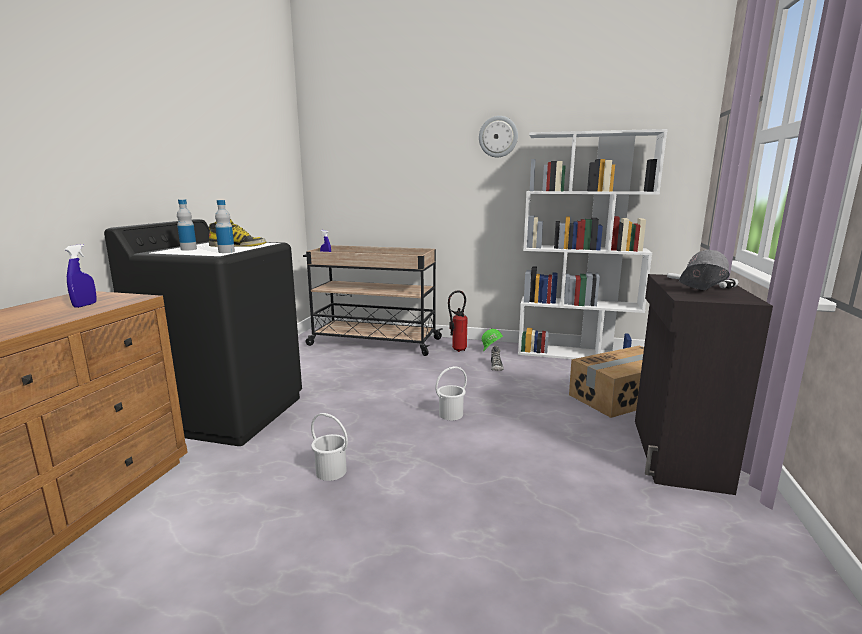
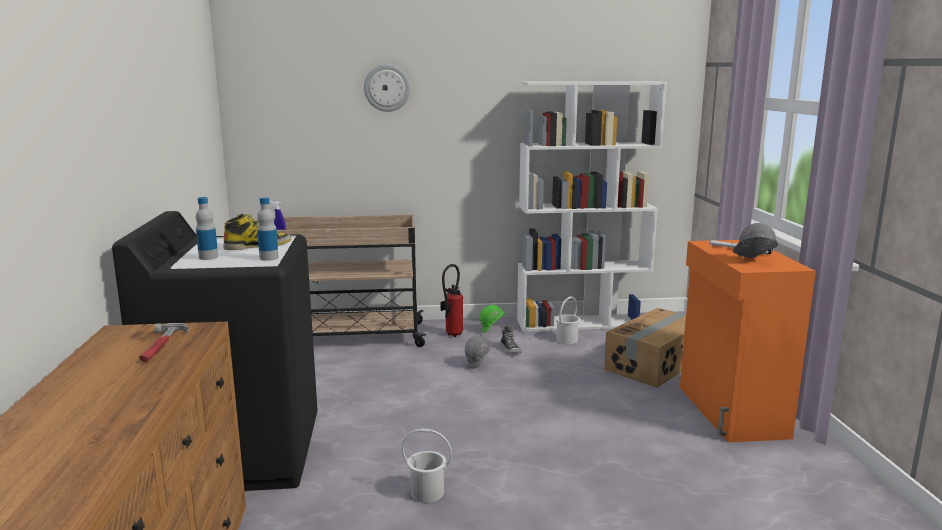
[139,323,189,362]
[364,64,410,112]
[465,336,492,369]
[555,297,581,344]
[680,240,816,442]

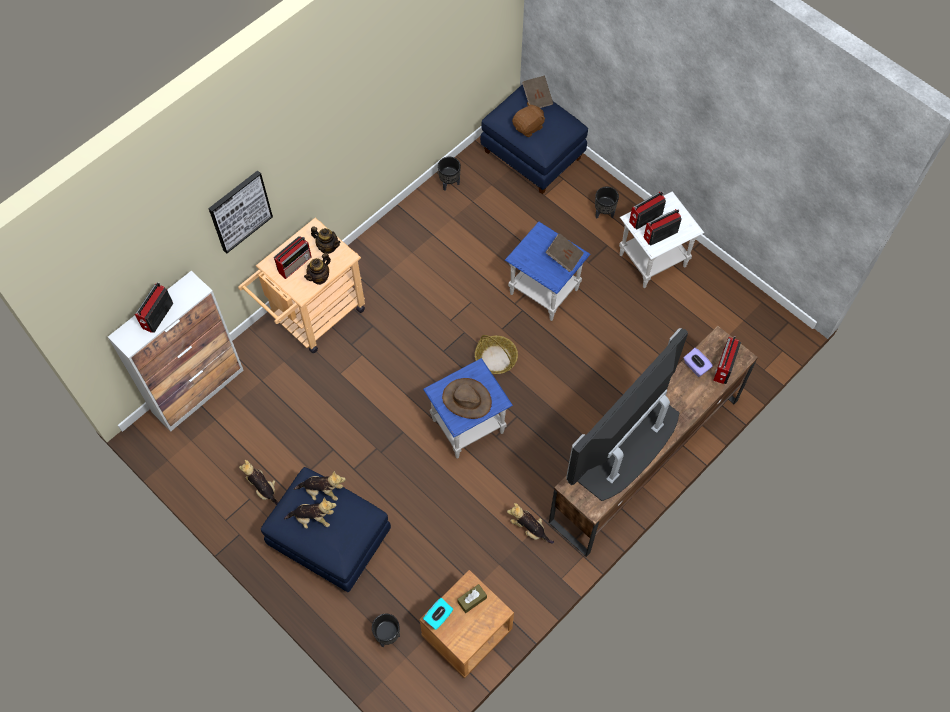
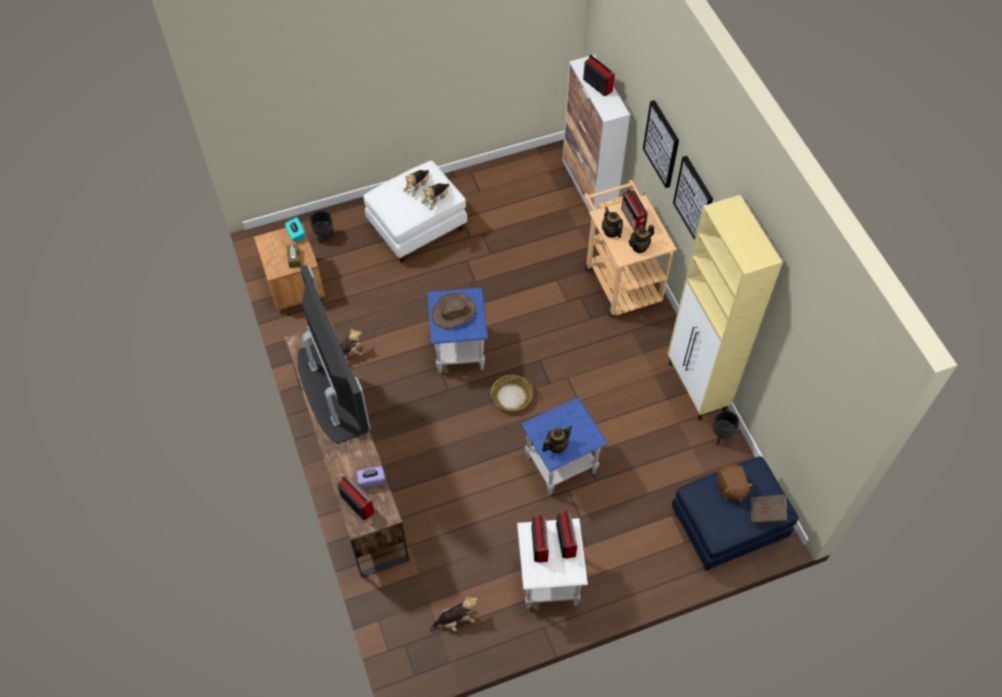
[363,160,467,263]
[430,595,478,632]
[542,426,572,453]
[668,195,783,421]
[673,156,713,240]
[595,187,619,219] (first image)

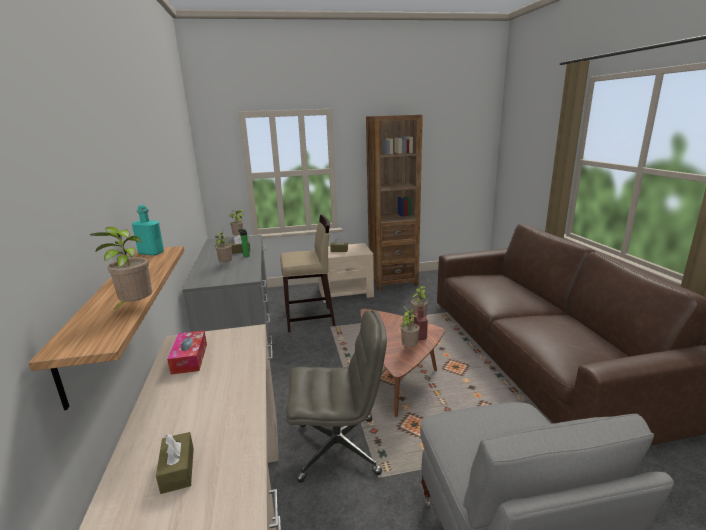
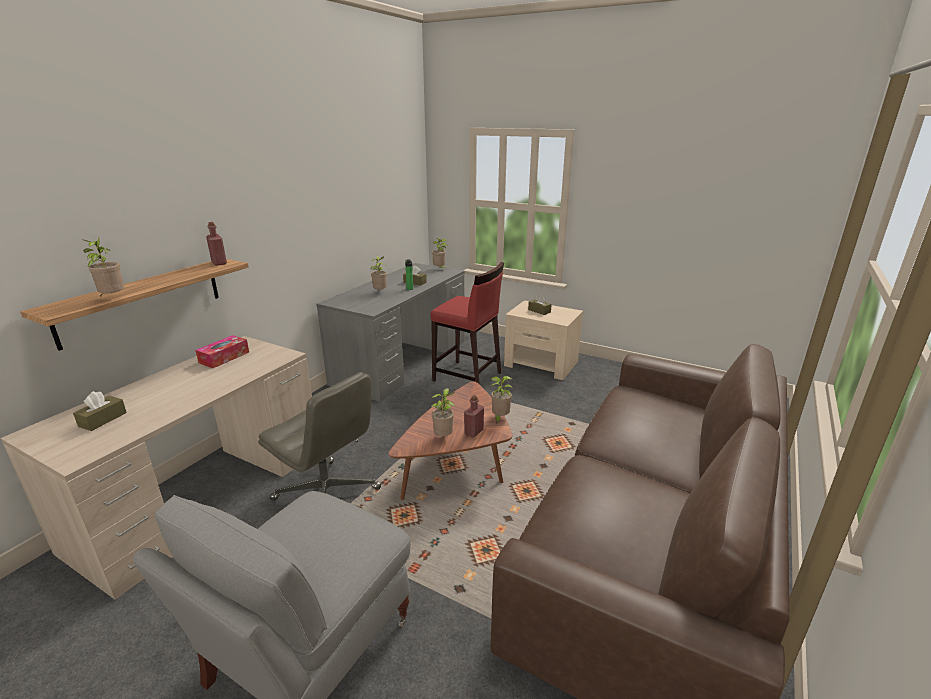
[206,222,227,266]
[430,262,504,385]
[366,115,423,290] (first image)

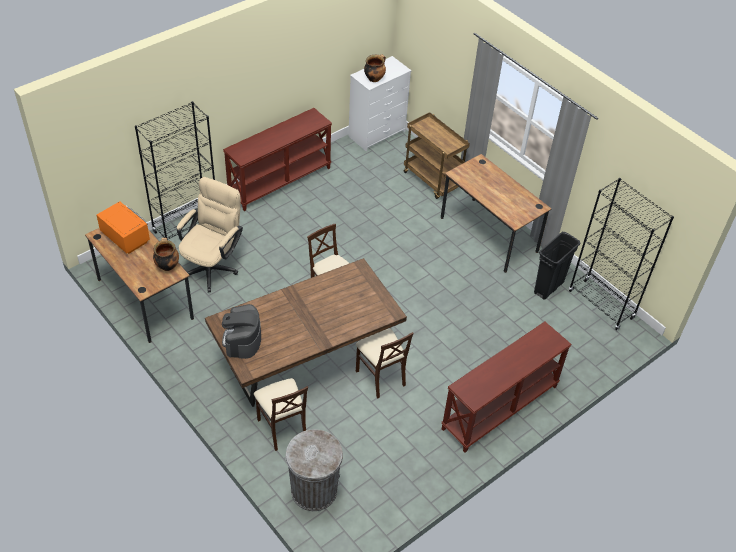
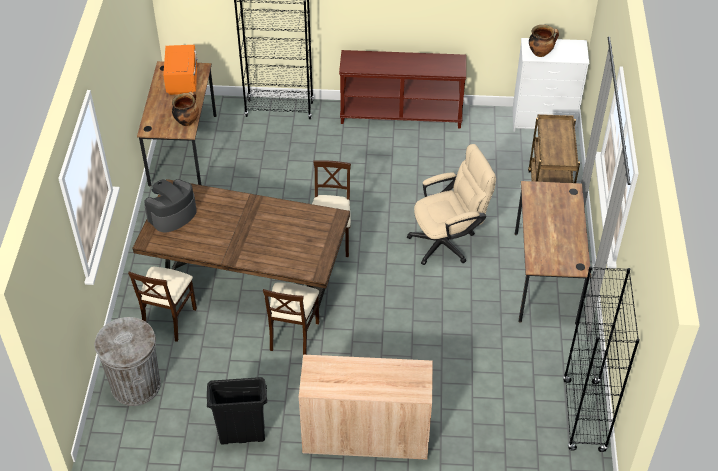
[207,377,267,445]
[299,355,433,460]
[407,144,496,265]

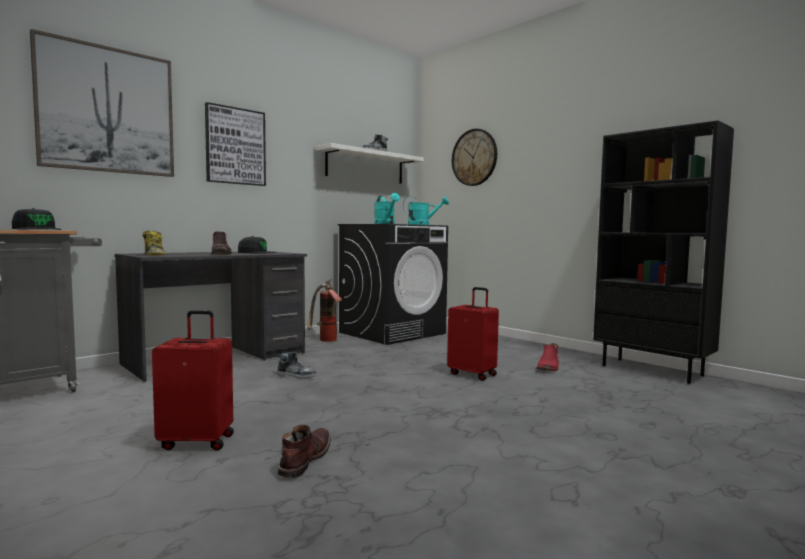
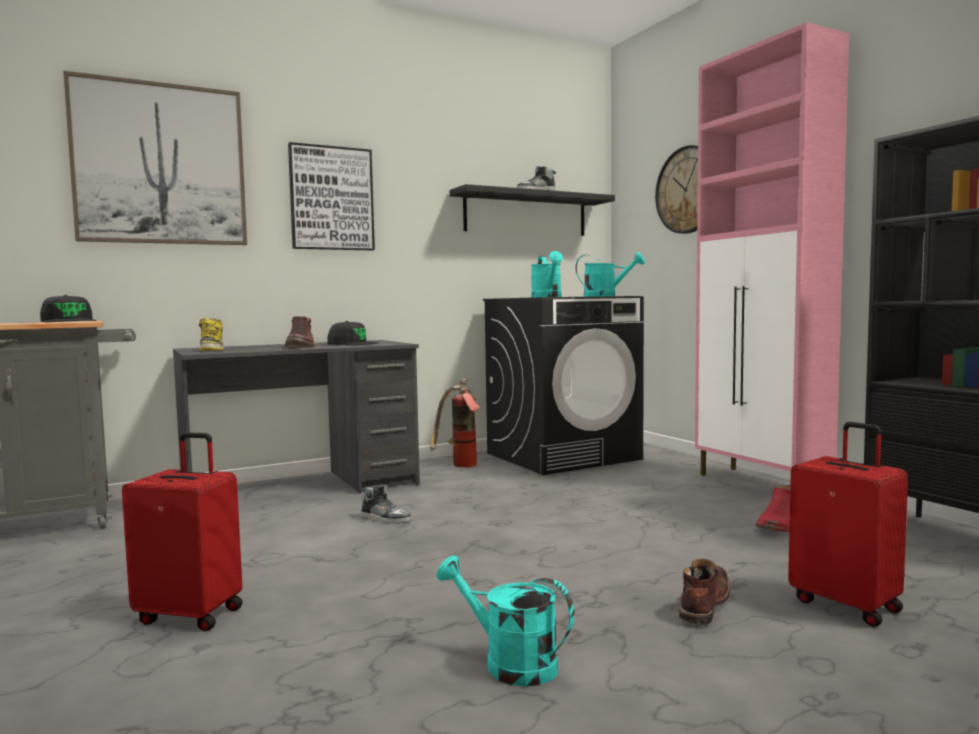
[437,556,574,687]
[449,184,615,236]
[679,559,730,625]
[695,22,849,476]
[788,422,908,627]

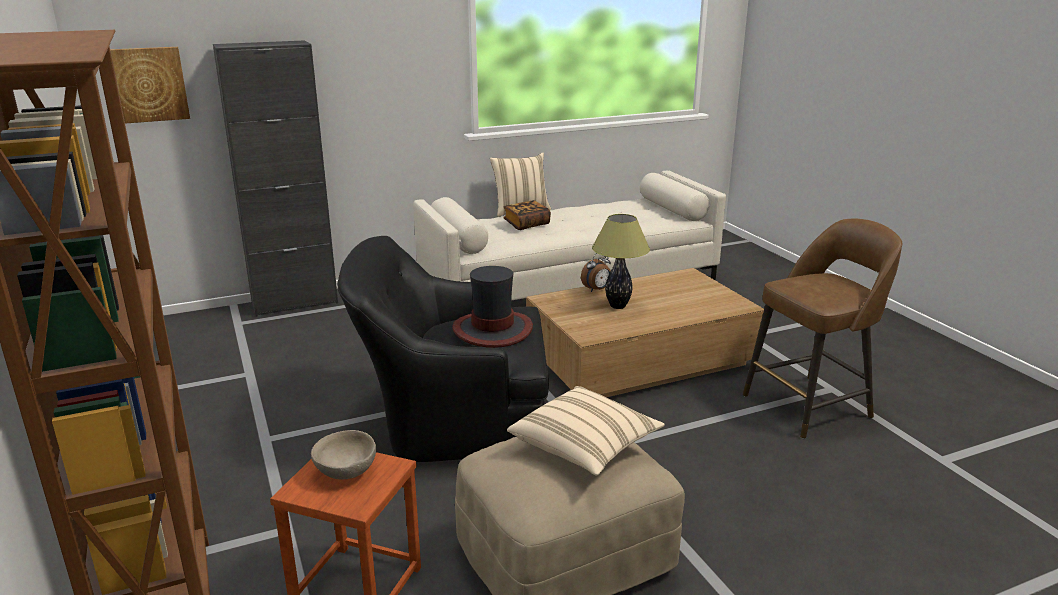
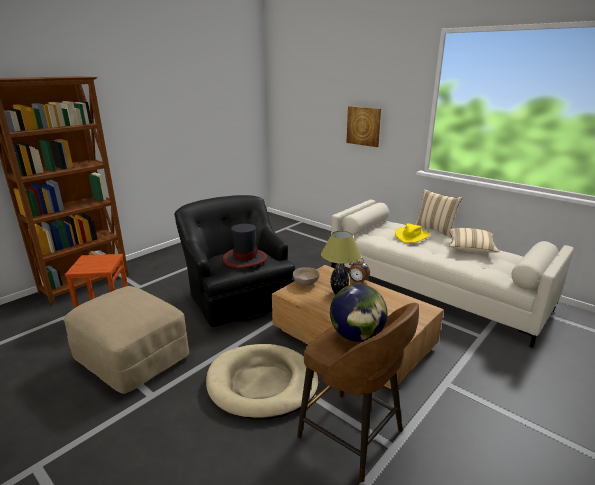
[206,344,319,419]
[293,267,319,286]
[330,284,387,342]
[347,106,381,147]
[395,223,429,243]
[448,228,500,253]
[213,40,338,316] (first image)

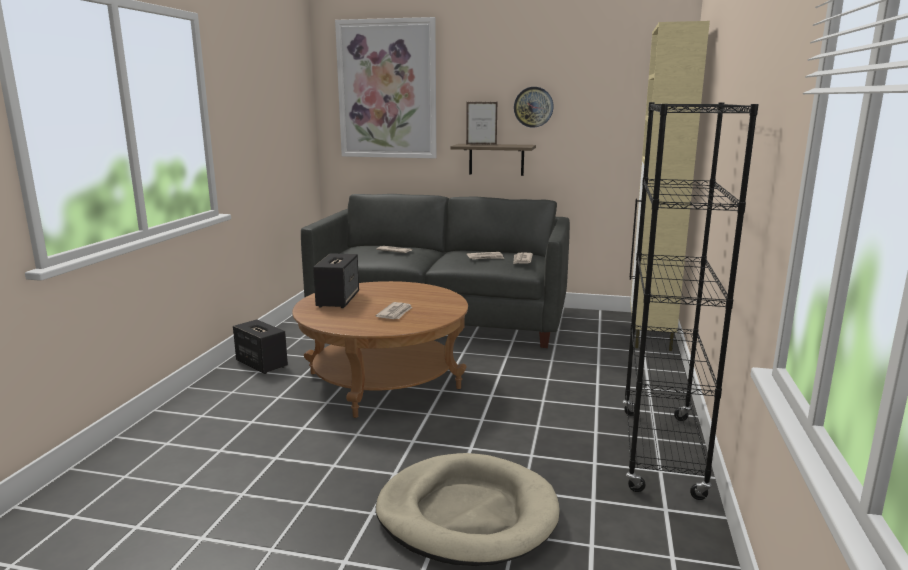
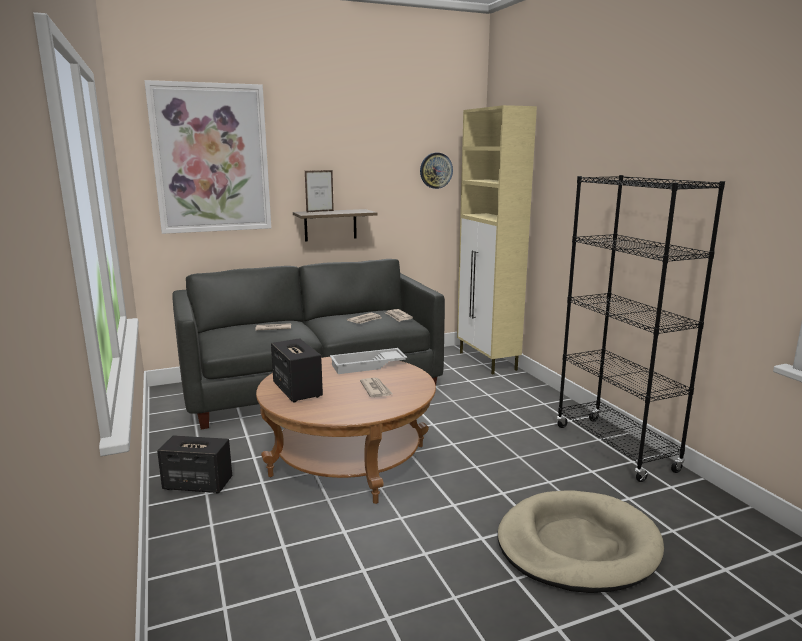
[330,348,407,374]
[420,153,453,189]

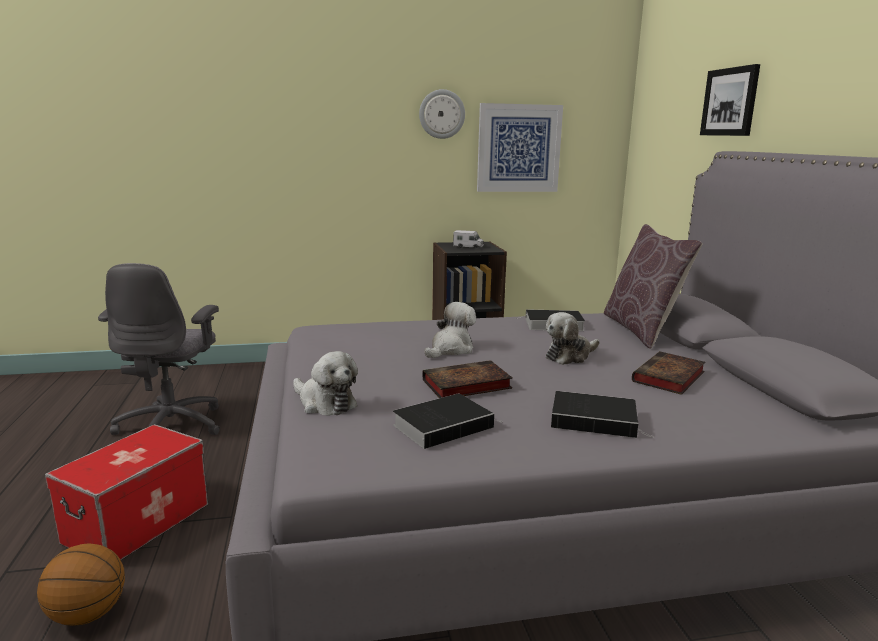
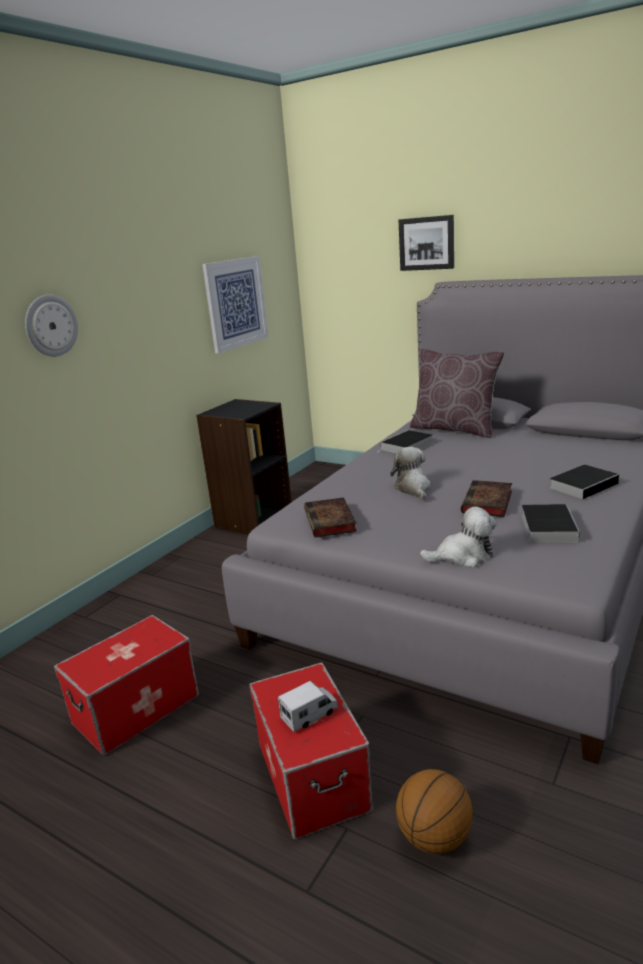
[25,295,78,357]
[54,615,199,756]
[278,681,338,733]
[304,497,357,538]
[546,312,599,365] (first image)

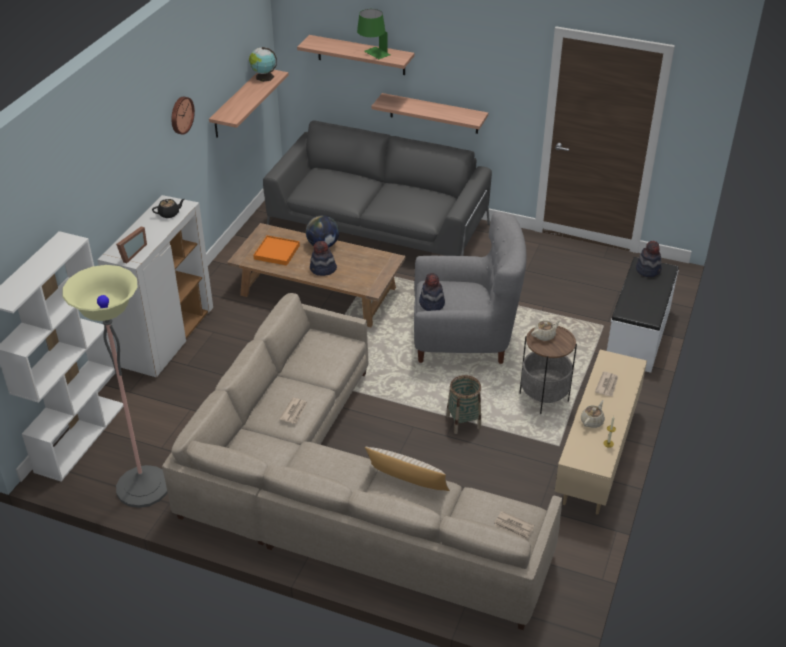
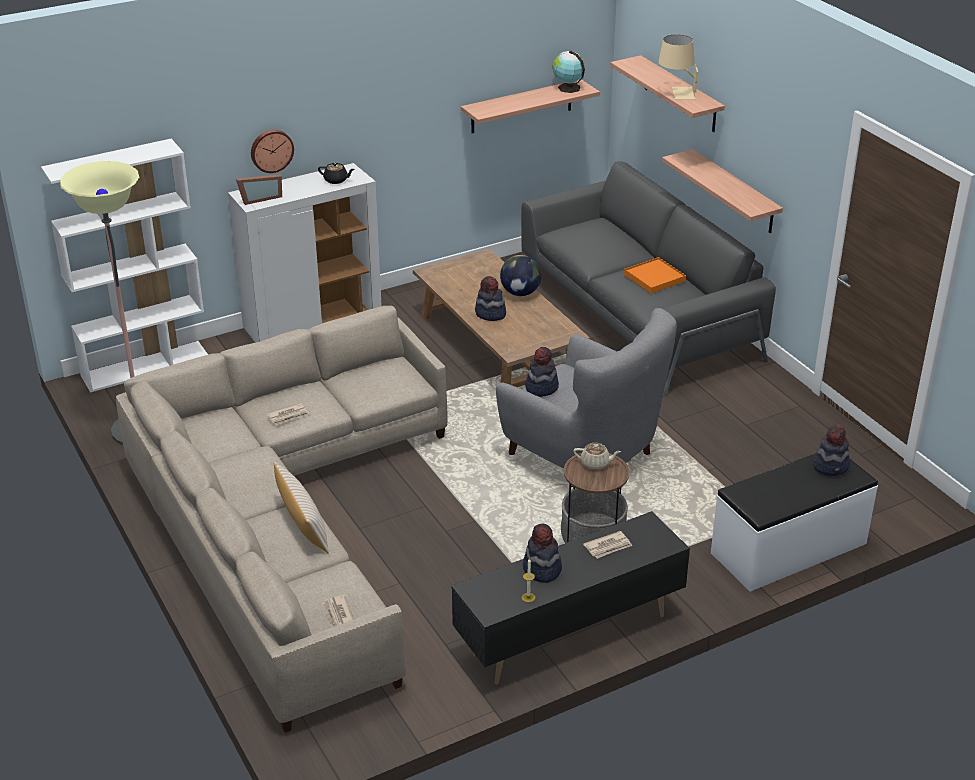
[251,130,294,173]
[451,511,690,684]
[523,524,562,583]
[624,257,686,293]
[658,34,698,100]
[446,375,481,434] (first image)

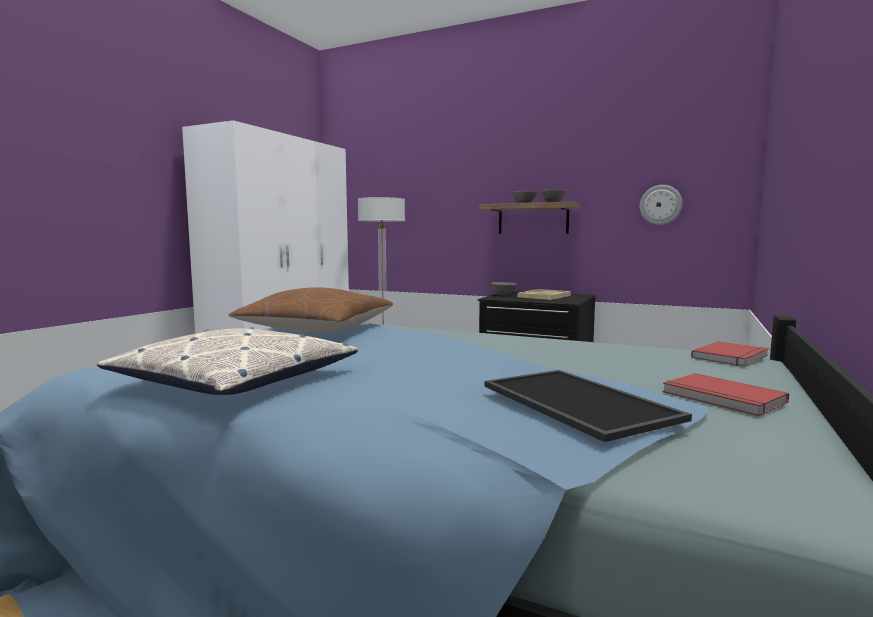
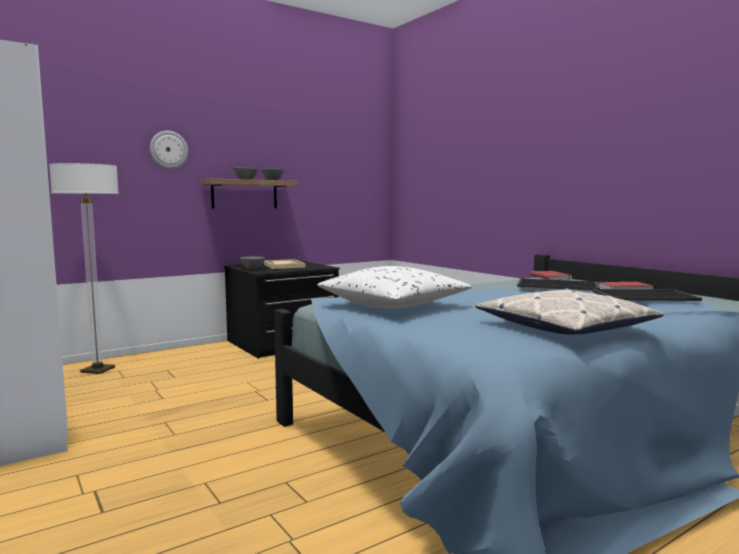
[150,131,188,169]
[317,266,471,308]
[517,278,600,291]

